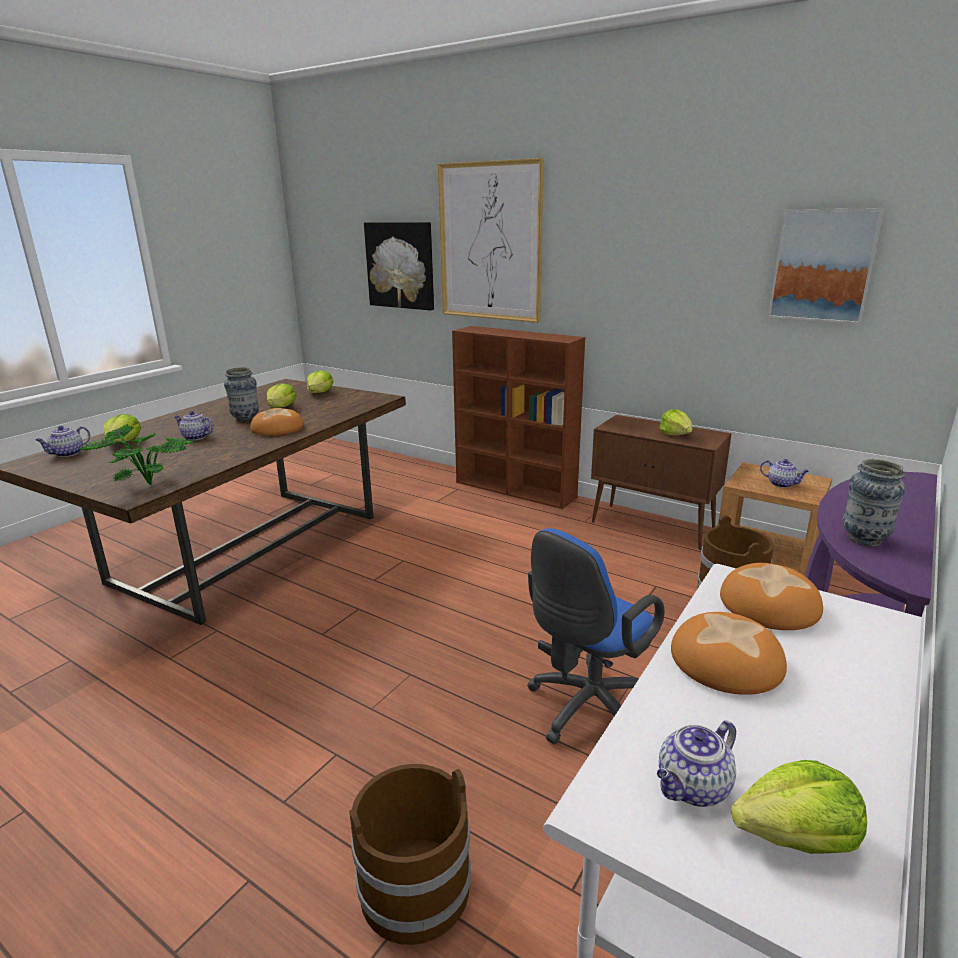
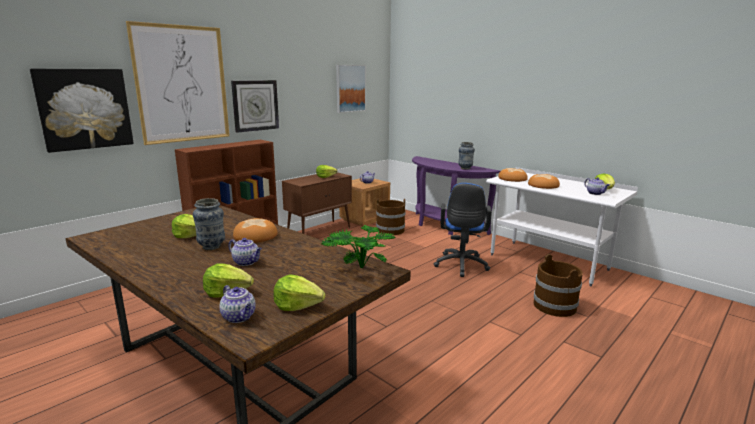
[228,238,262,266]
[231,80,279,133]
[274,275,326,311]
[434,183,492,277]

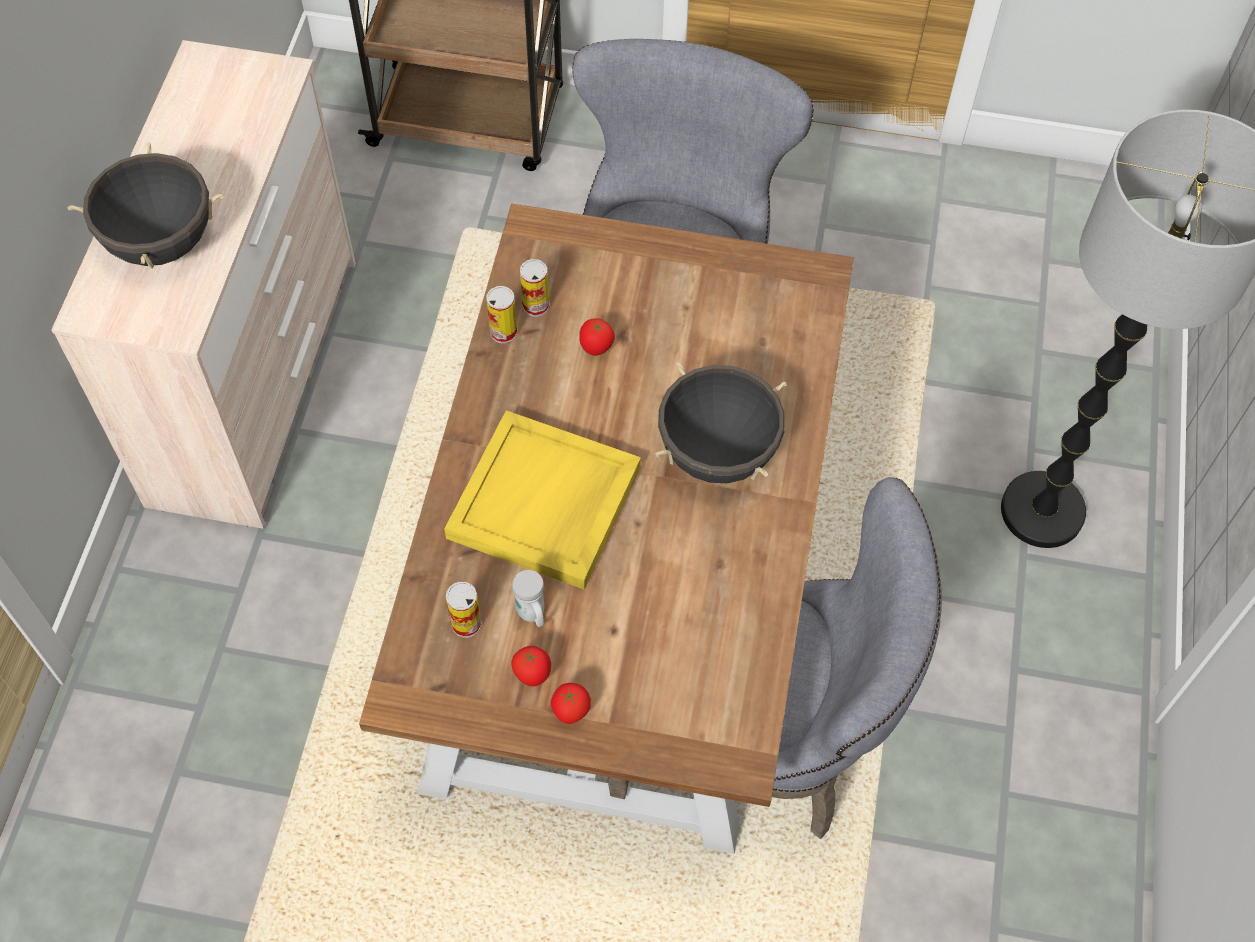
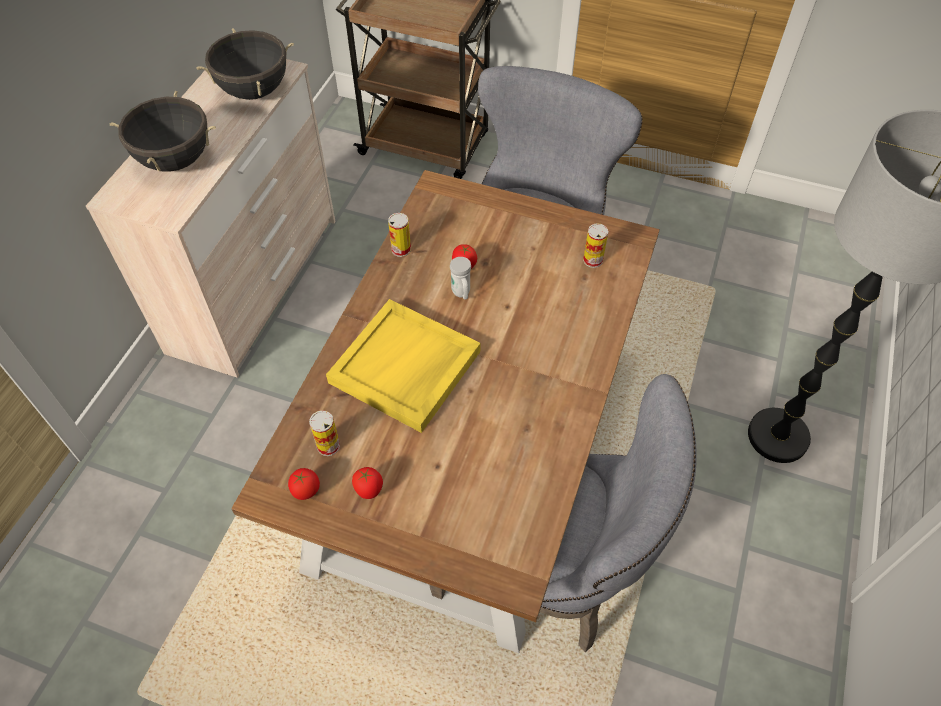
[197,28,294,100]
[288,468,320,500]
[450,257,471,300]
[583,223,608,268]

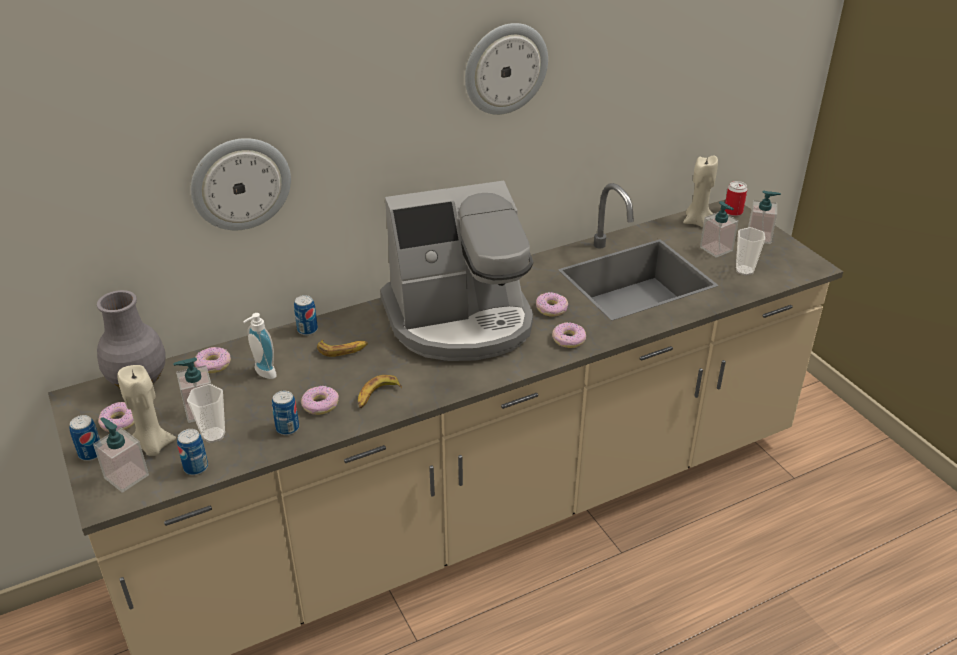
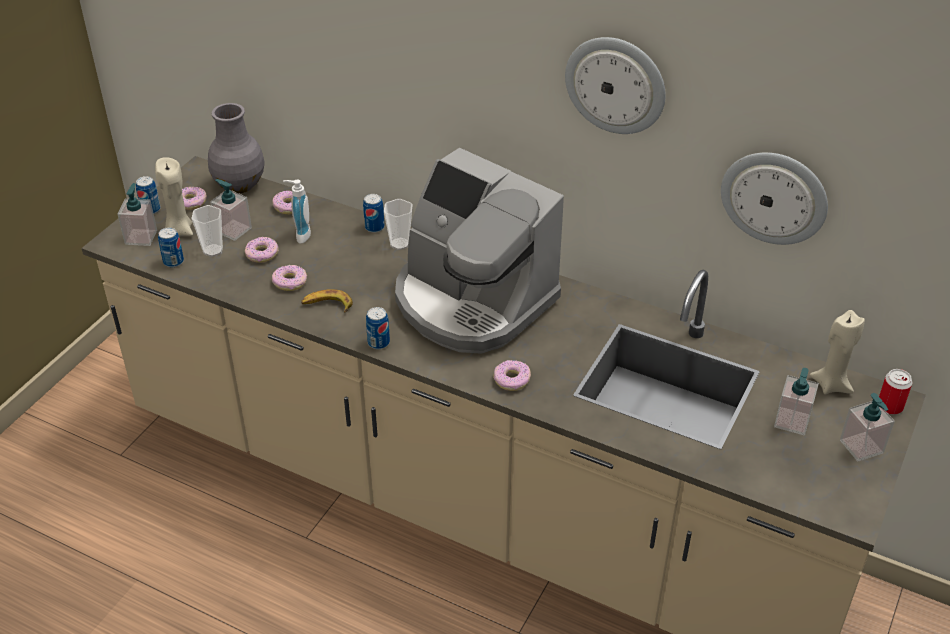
[245,237,279,263]
[366,307,390,349]
[384,199,413,250]
[721,152,828,245]
[317,340,368,357] (first image)

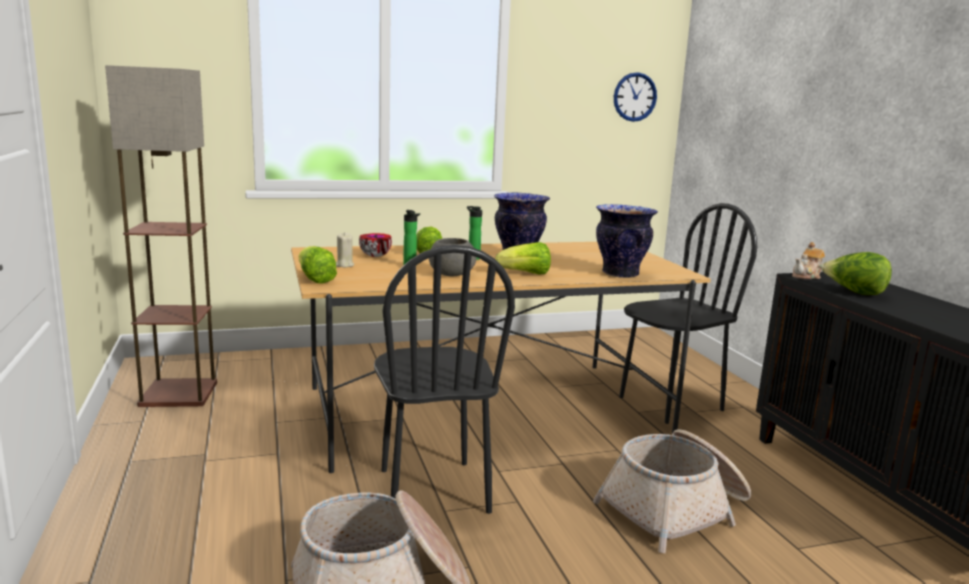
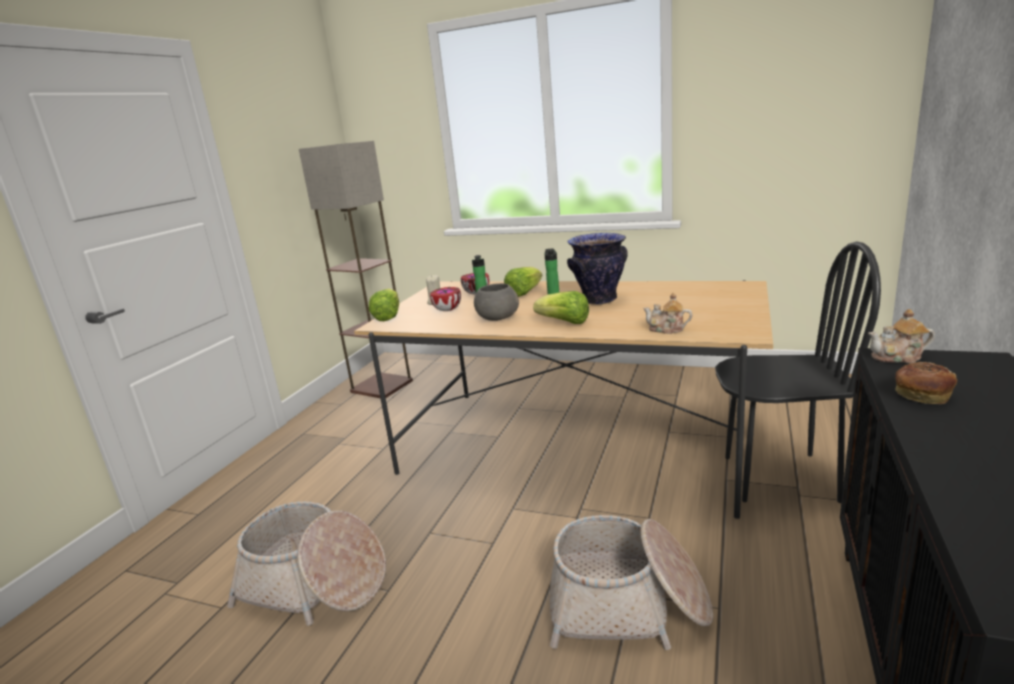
[430,287,461,311]
[643,293,692,334]
[895,362,957,404]
[374,245,515,514] (first image)
[614,72,657,122] (first image)

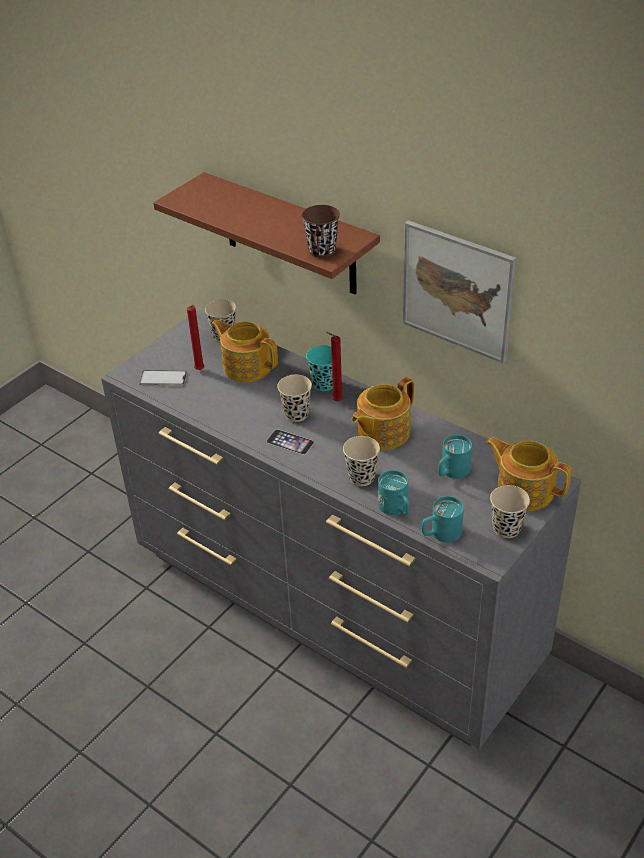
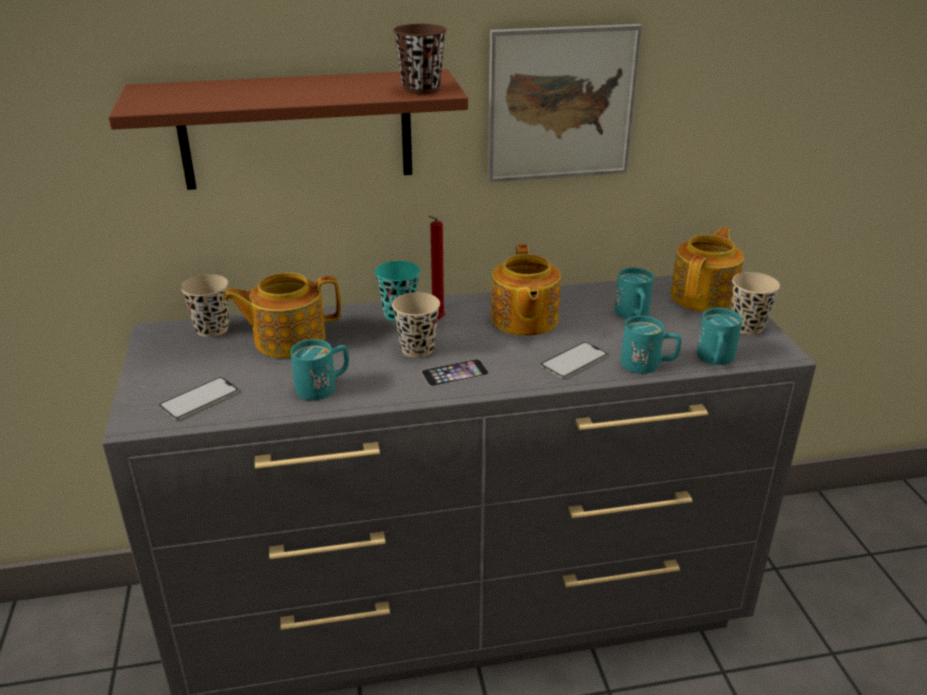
[290,339,349,400]
[541,342,608,378]
[670,227,744,312]
[187,304,205,370] (first image)

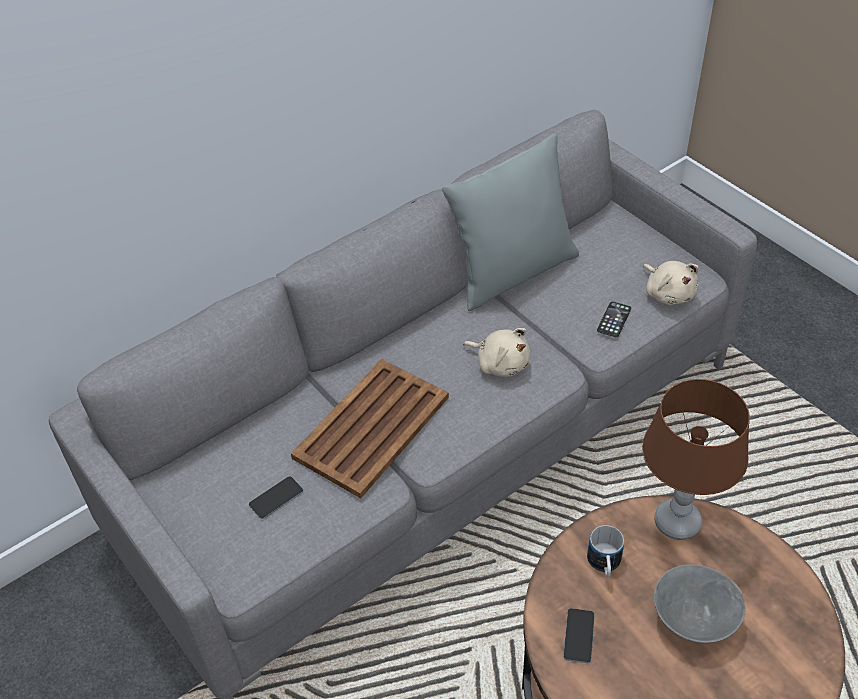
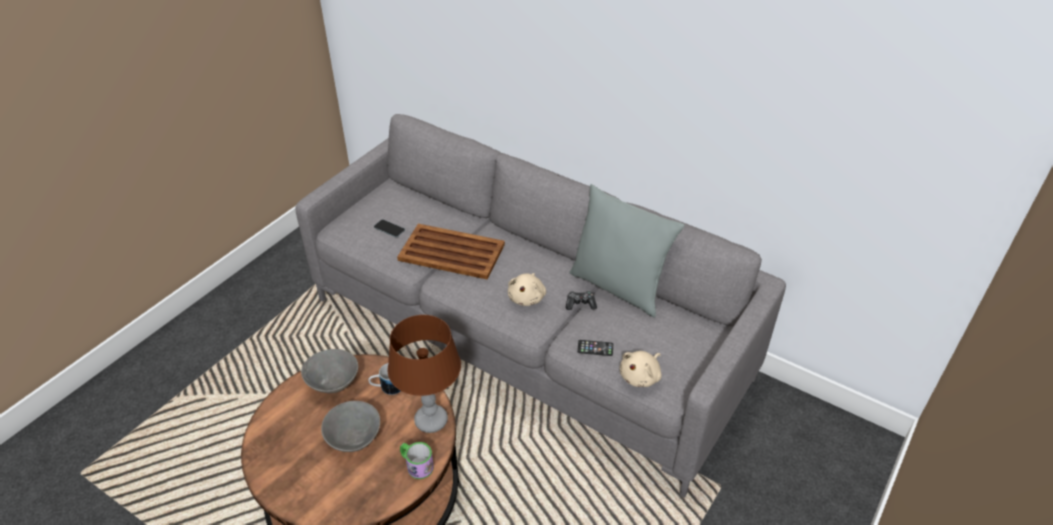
[301,349,358,393]
[400,442,434,479]
[566,291,597,310]

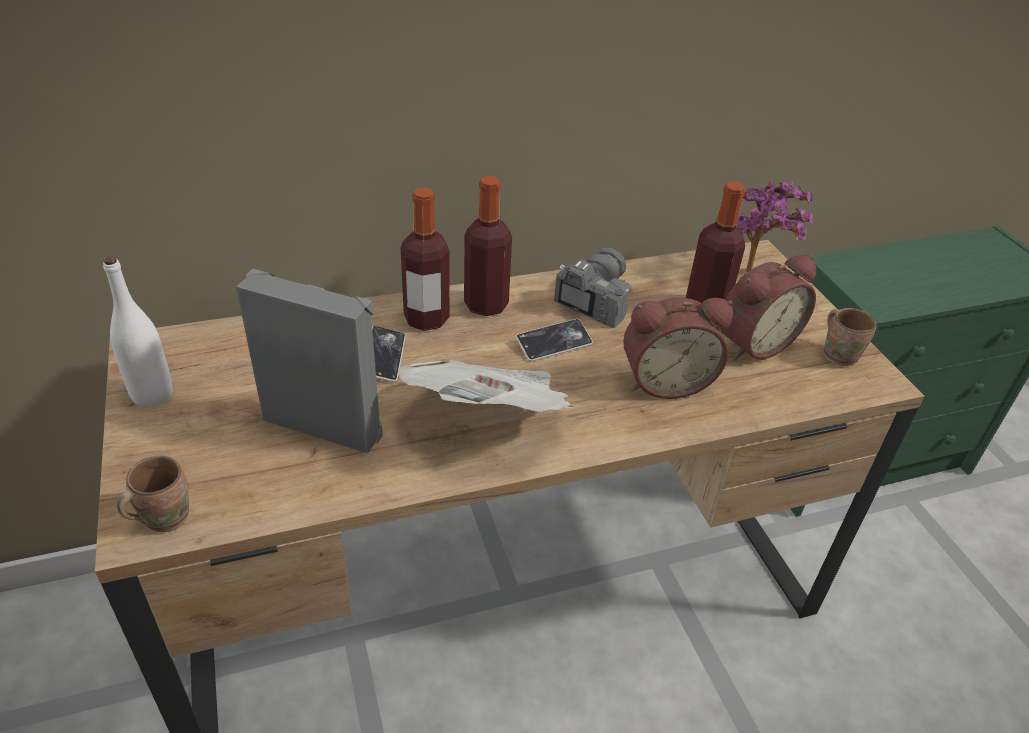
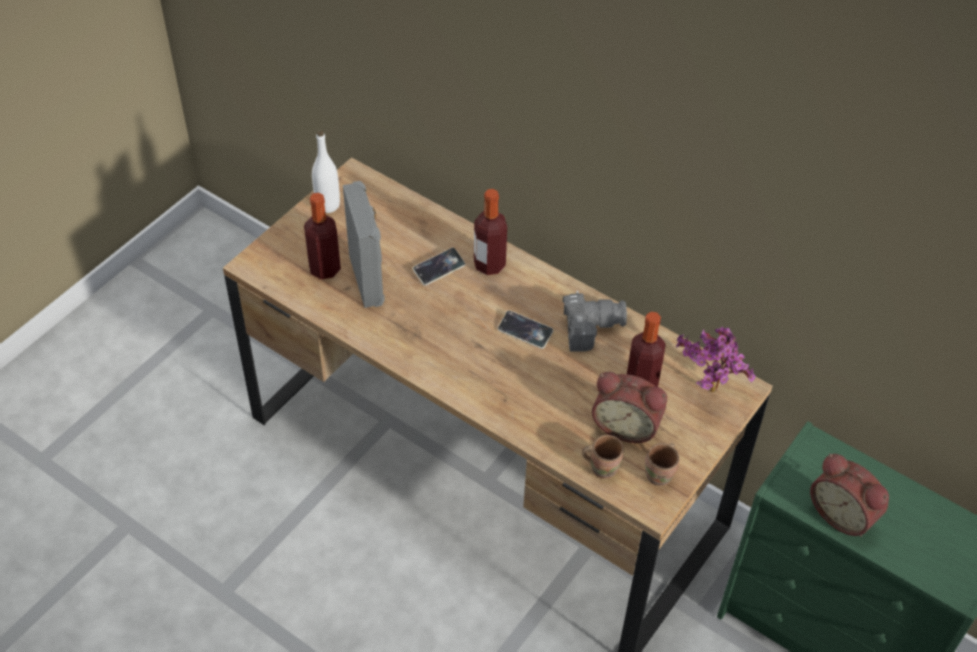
[304,193,341,279]
[582,435,623,479]
[810,454,889,537]
[398,360,573,412] (first image)

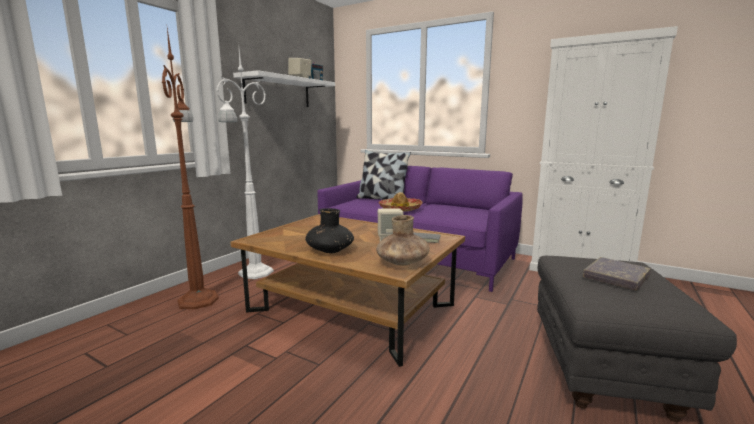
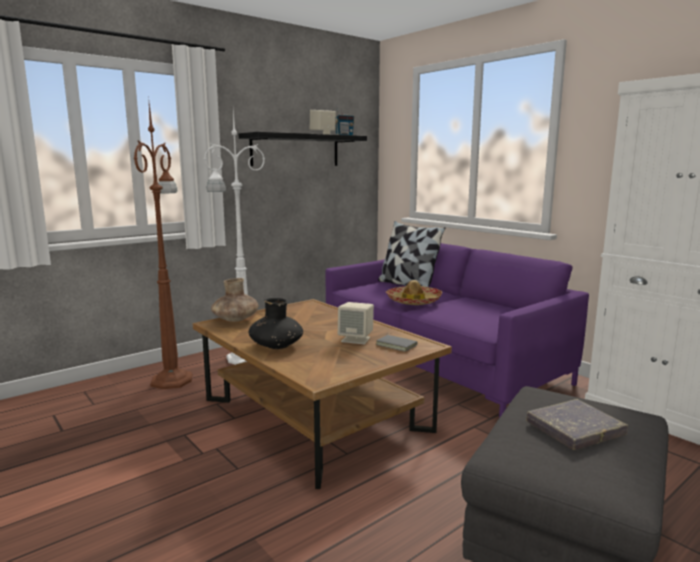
[211,278,259,322]
[239,132,367,166]

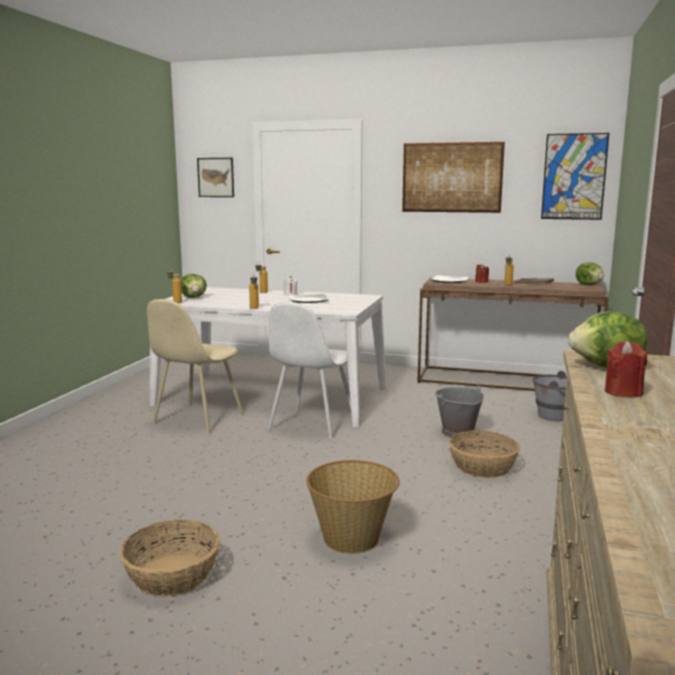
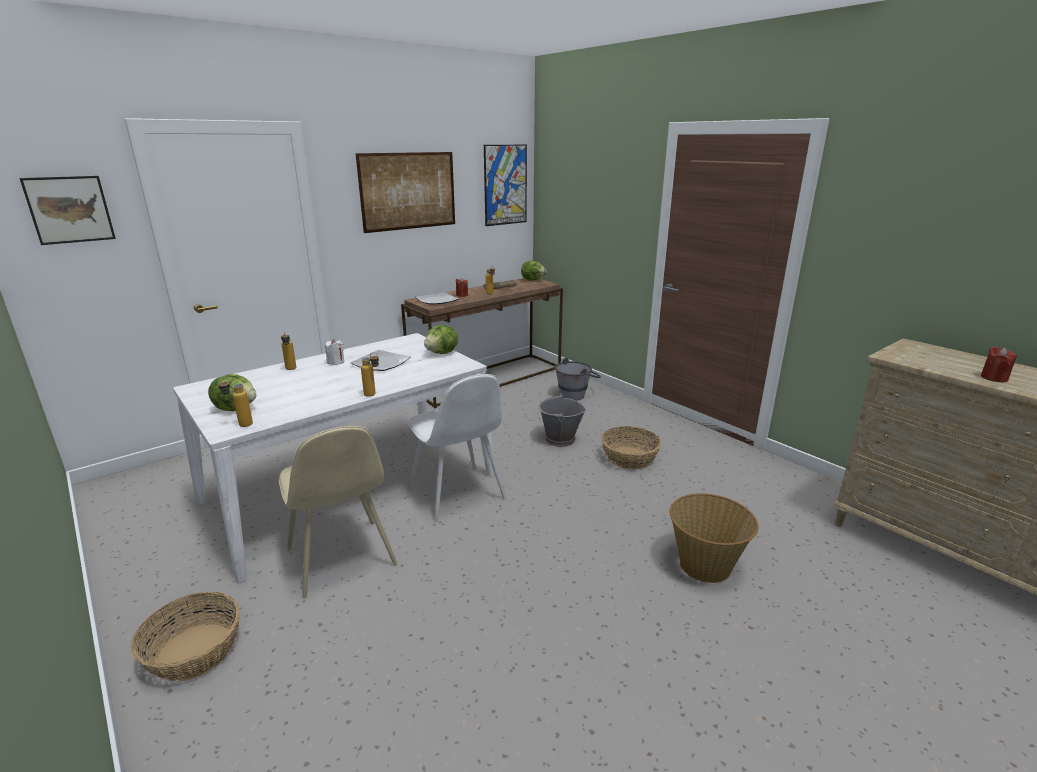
[131,592,240,681]
[424,325,458,354]

